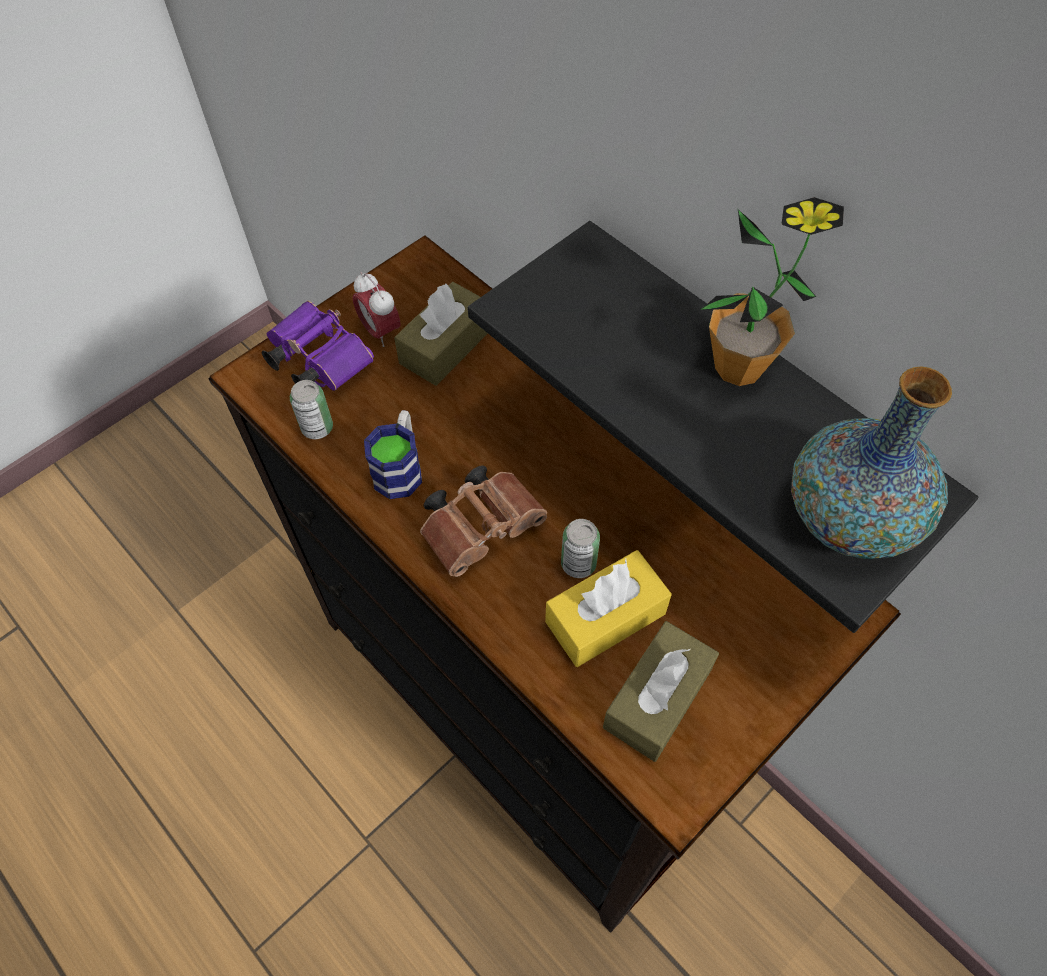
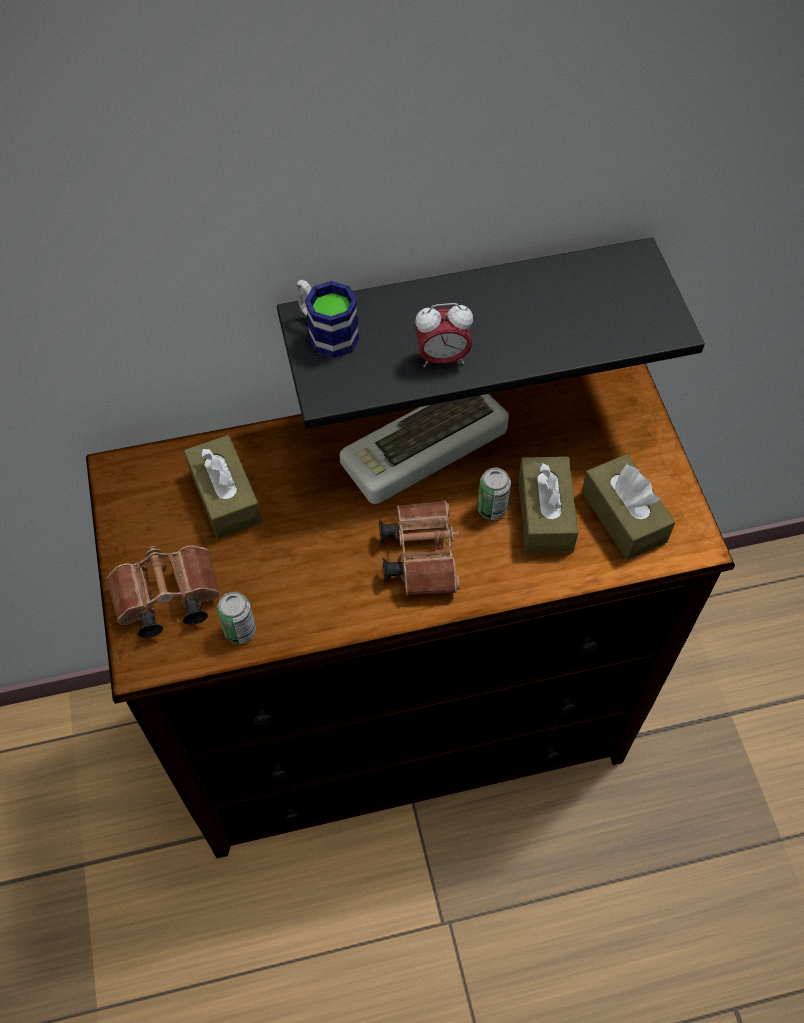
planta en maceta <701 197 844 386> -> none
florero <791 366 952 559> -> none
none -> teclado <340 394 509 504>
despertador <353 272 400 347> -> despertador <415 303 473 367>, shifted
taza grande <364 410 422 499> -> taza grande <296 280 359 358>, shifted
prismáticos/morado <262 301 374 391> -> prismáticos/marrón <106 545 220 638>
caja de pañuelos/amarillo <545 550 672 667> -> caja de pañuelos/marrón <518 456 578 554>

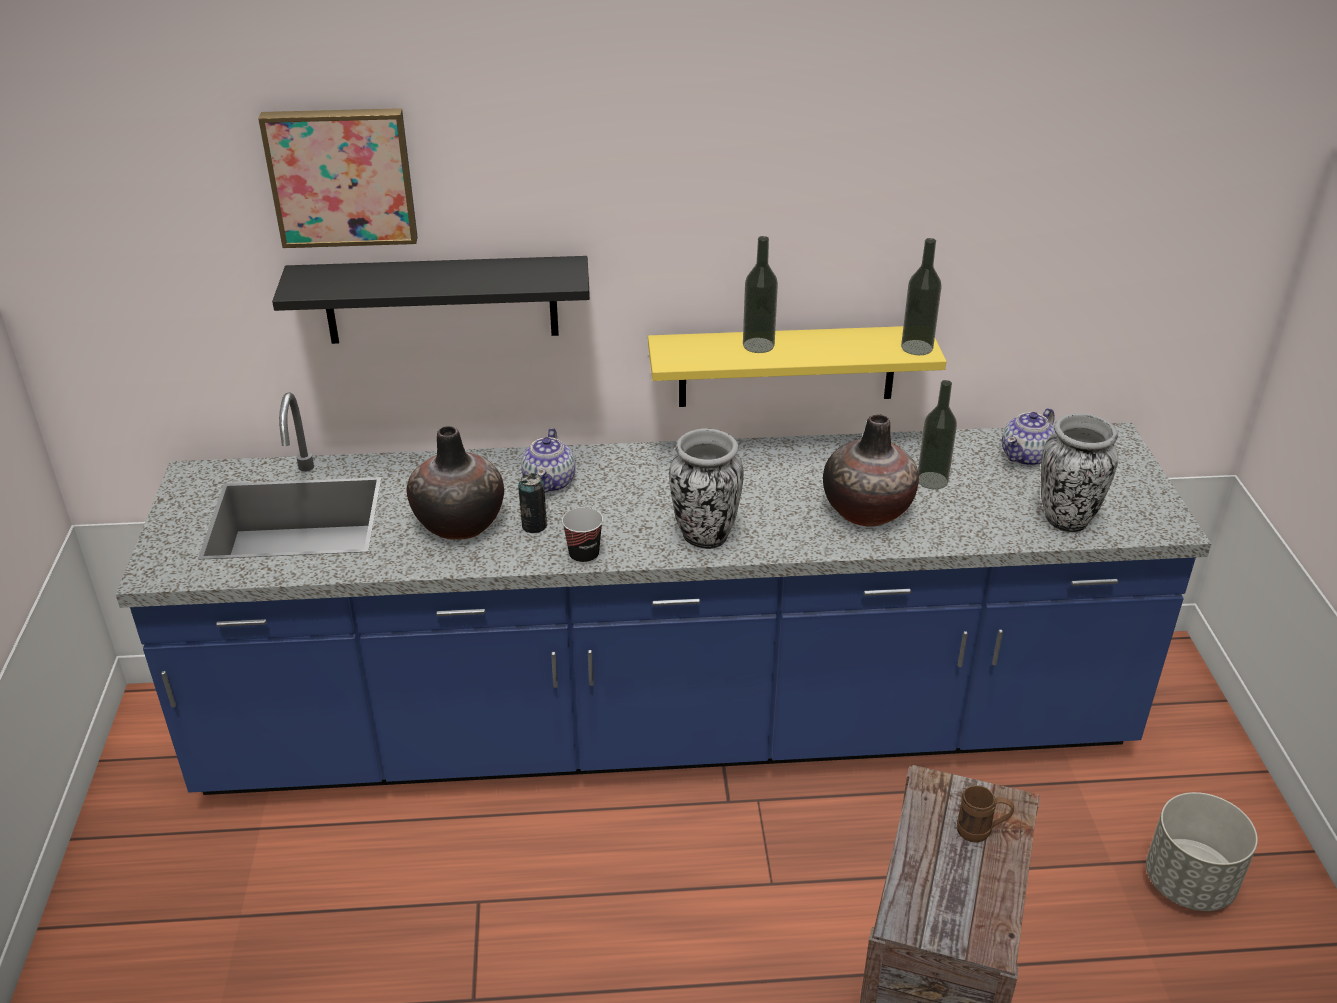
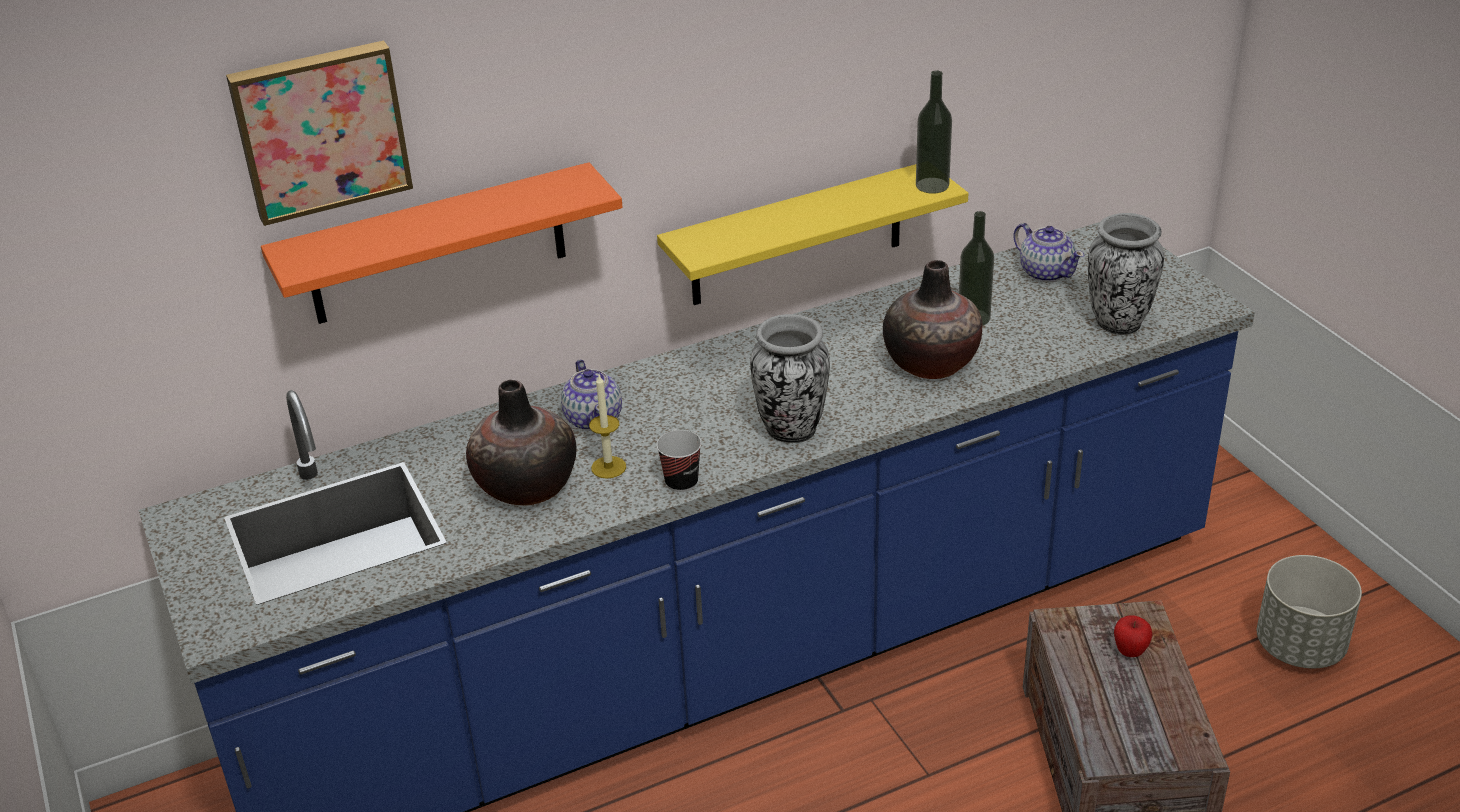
botella <743 236 778 353> -> none
lata <518 473 548 533> -> vela <589 375 626 479>
taza grande/marrón <957 785 1014 843> -> manzana <1114 615 1153 657>
estante/negro <272 256 590 344> -> estante/naranja <261 162 622 324>
tetera <1002 408 1055 466> -> tetera <1013 223 1084 282>, 60 degrees counterclockwise

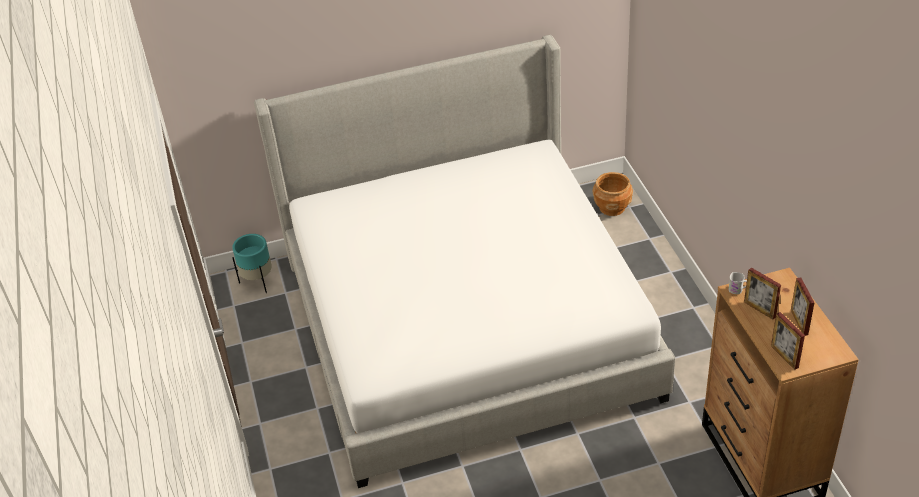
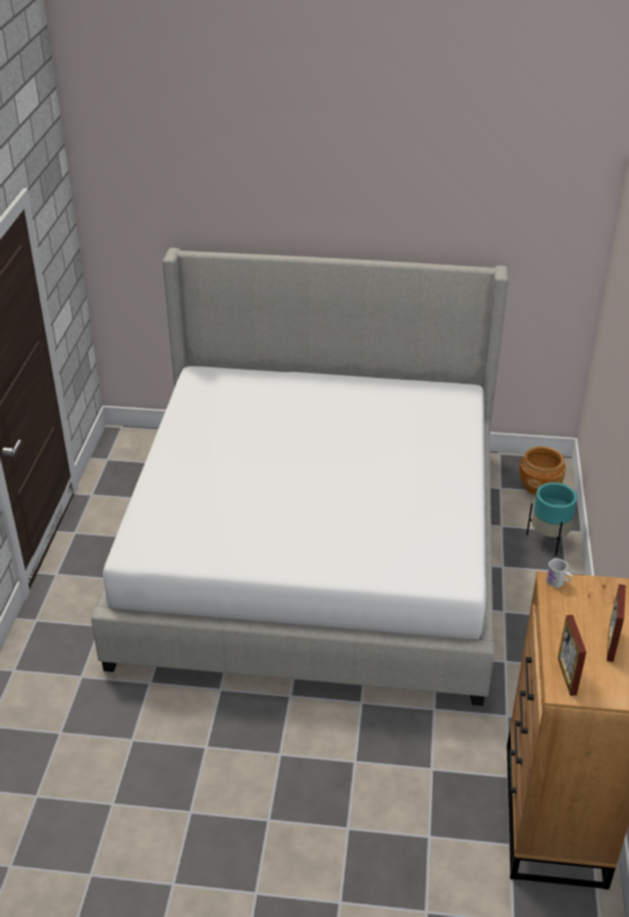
portarretratos <744 267 781 320> -> none
maceta/turquesa <232 234 272 293> -> maceta/turquesa <526 482 577 556>, shifted

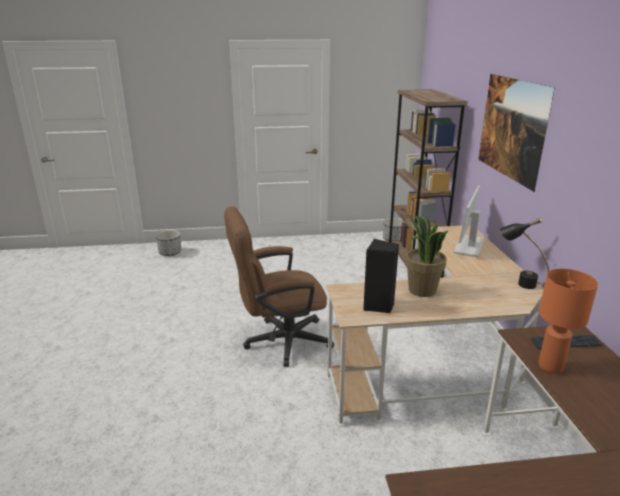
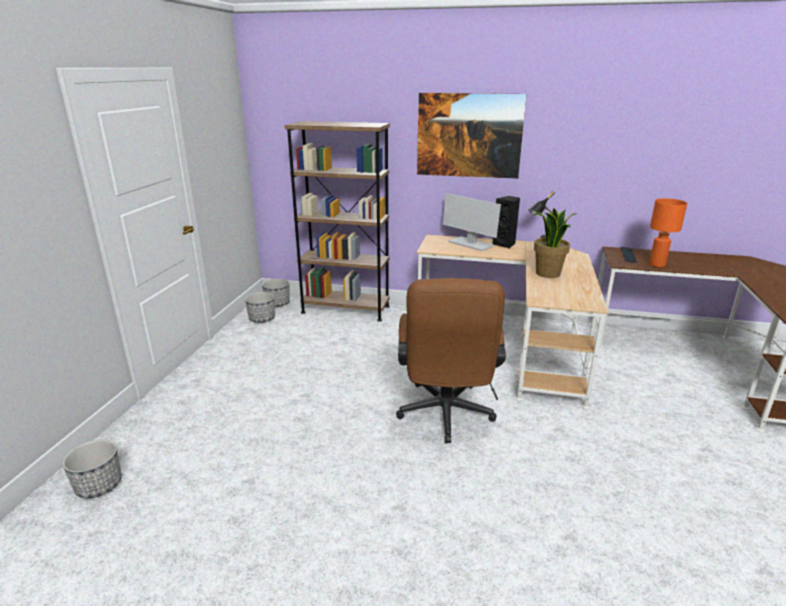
none -> maceta <245 292 275 323>
altavoz/negro <363 239 399 313> -> altavoz/negro <492 196 520 249>, shifted

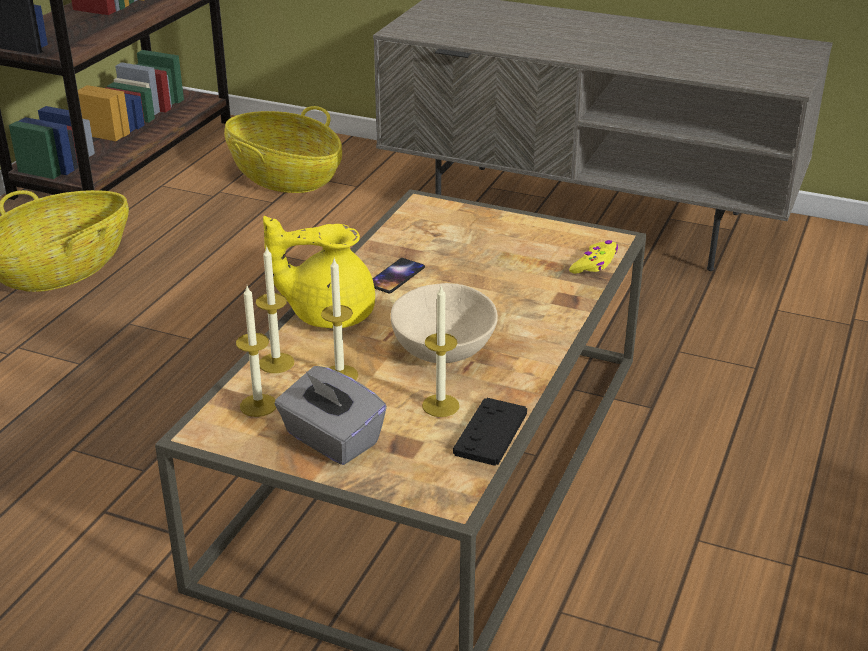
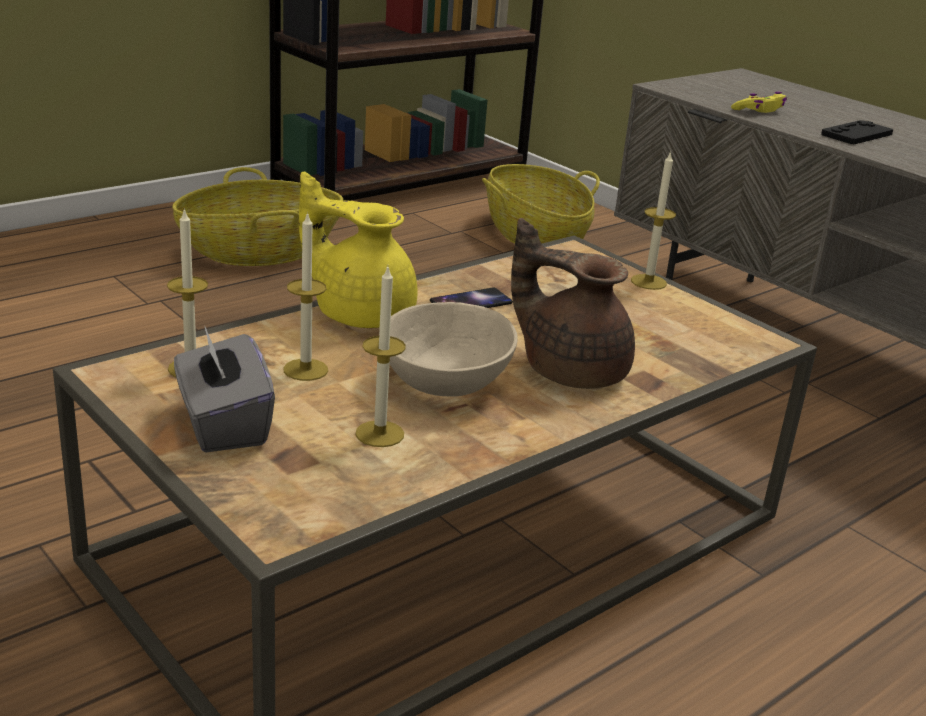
none -> tetera/marrón <511 218 635 389>
vela <256 246 294 373> -> vela <631 151 676 290>, shifted
mando de consola/negro <453 398 527 466> -> mando de consola/negro <821 120 893 144>, shifted
mando de consola/amarillo <569 240 618 274> -> mando de consola/amarillo <731 92 787 113>, shifted

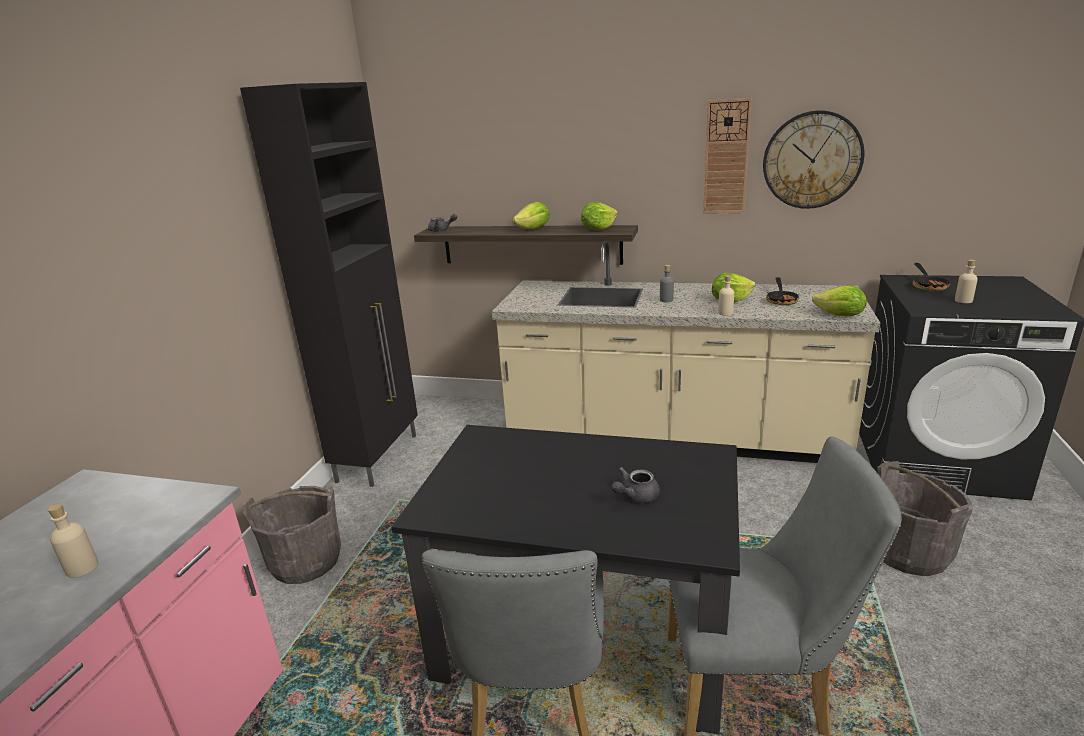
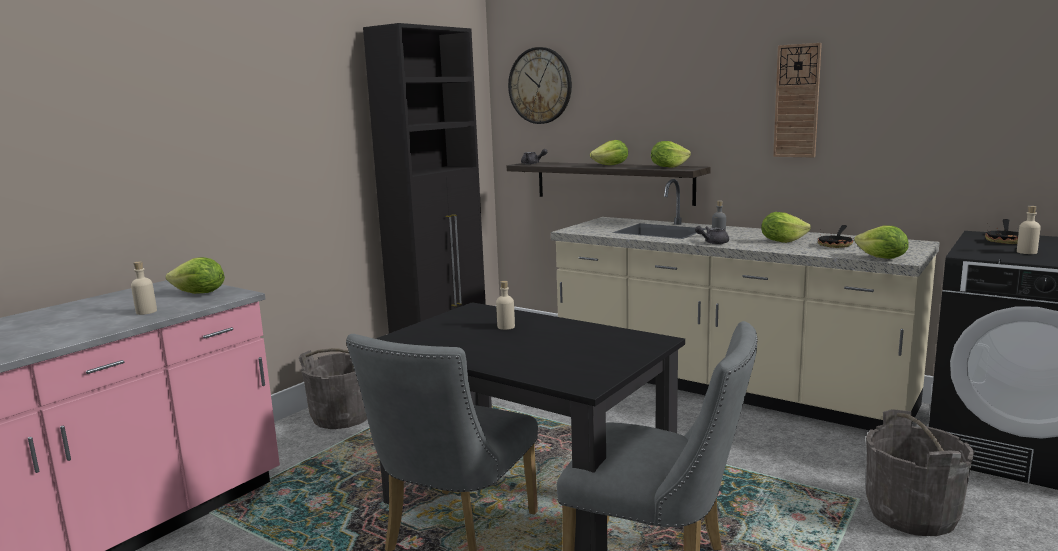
none -> lechuga <166 257 225 294>
tetera/gris <611 467 660 503> -> tetera/gris <695 226 729 244>, shifted
botella/beis <718 275 734 316> -> botella/beis <496 281 515 330>, shifted
reloj de pared <763 110 864 209> -> reloj de pared <508 47 572 124>, shifted

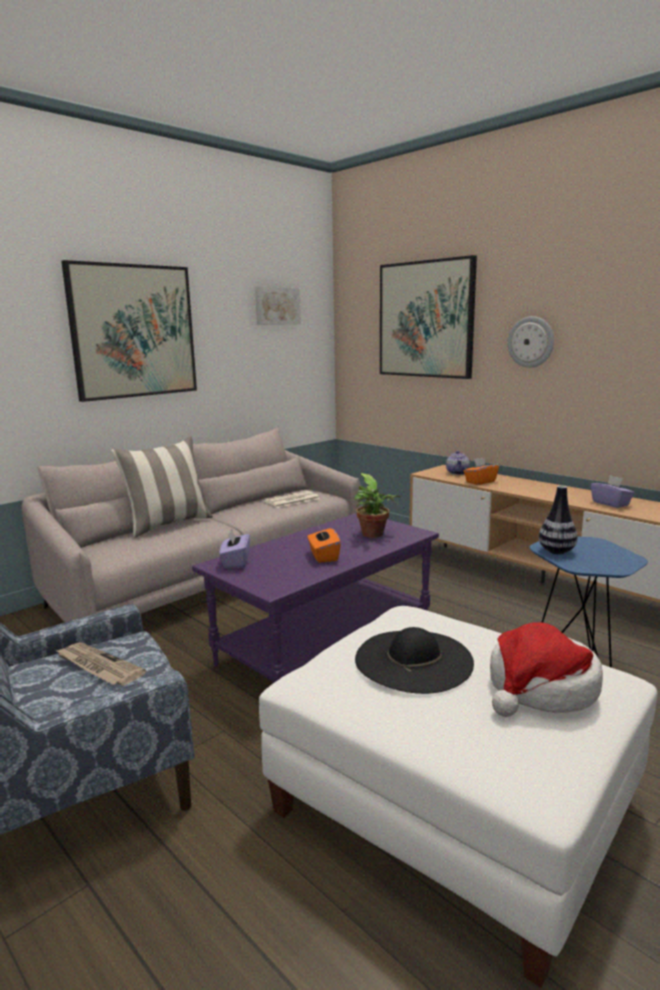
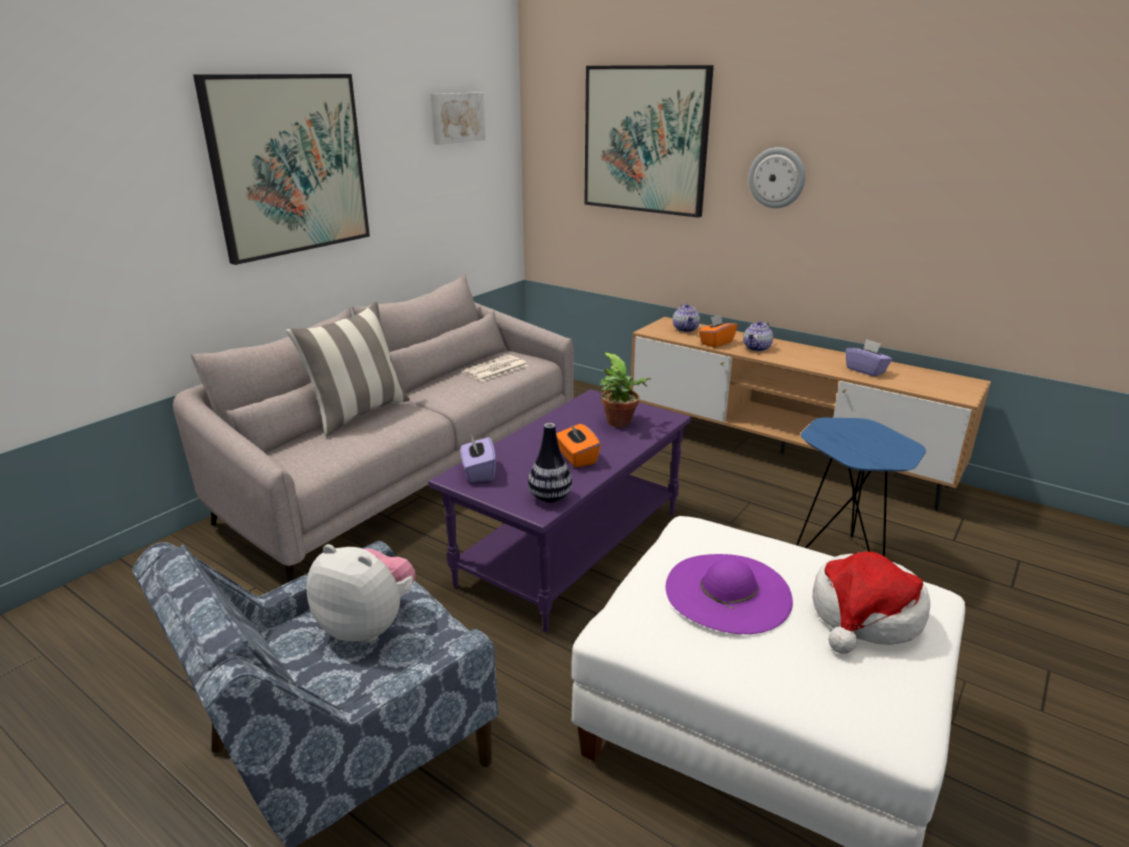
none -> tetera <743 321 773 351>
florero <539 486 578 554> -> florero <528 423 572 503>, shifted
periódico <55 643 146 686> -> peluche <306 544 415 643>
sombrero/negro <355 627 474 694> -> sombrero/morado <666 554 793 634>

